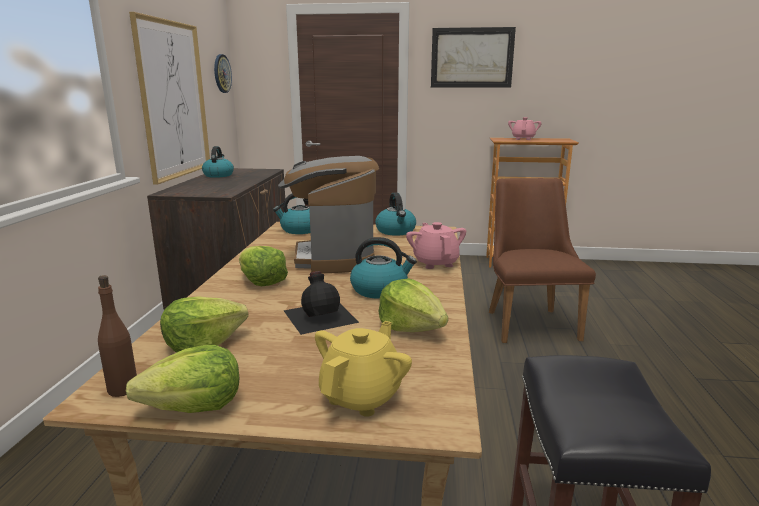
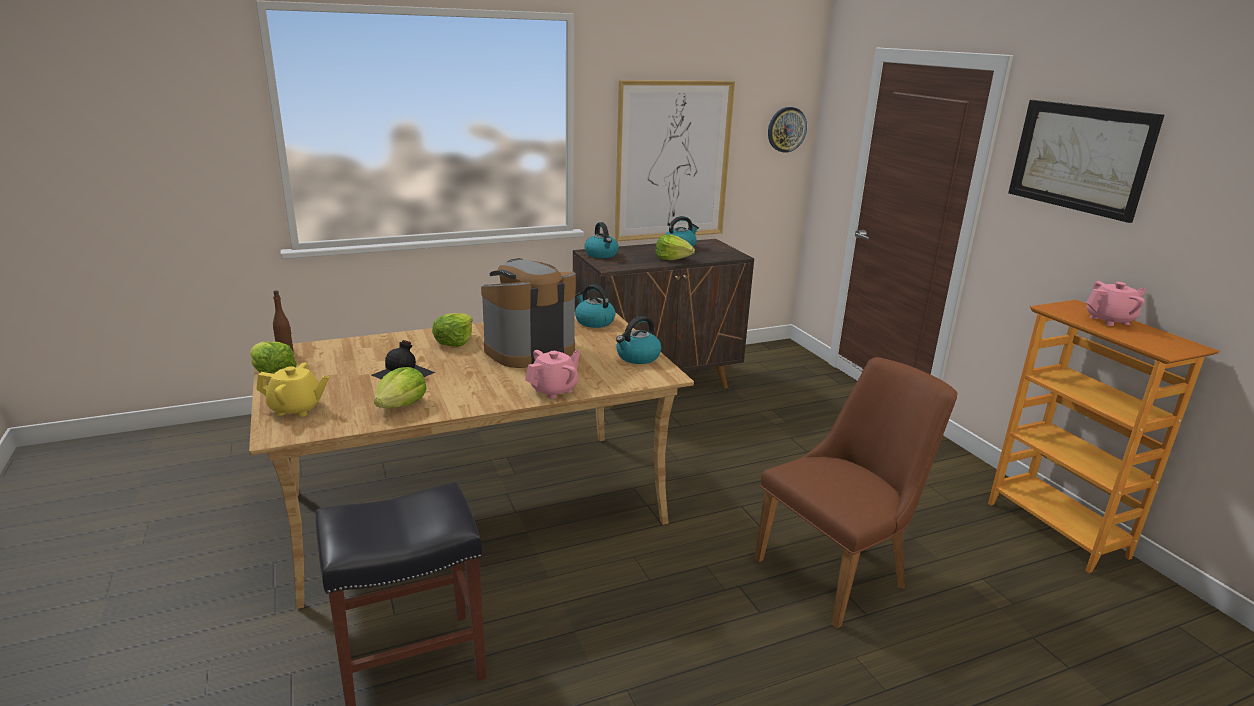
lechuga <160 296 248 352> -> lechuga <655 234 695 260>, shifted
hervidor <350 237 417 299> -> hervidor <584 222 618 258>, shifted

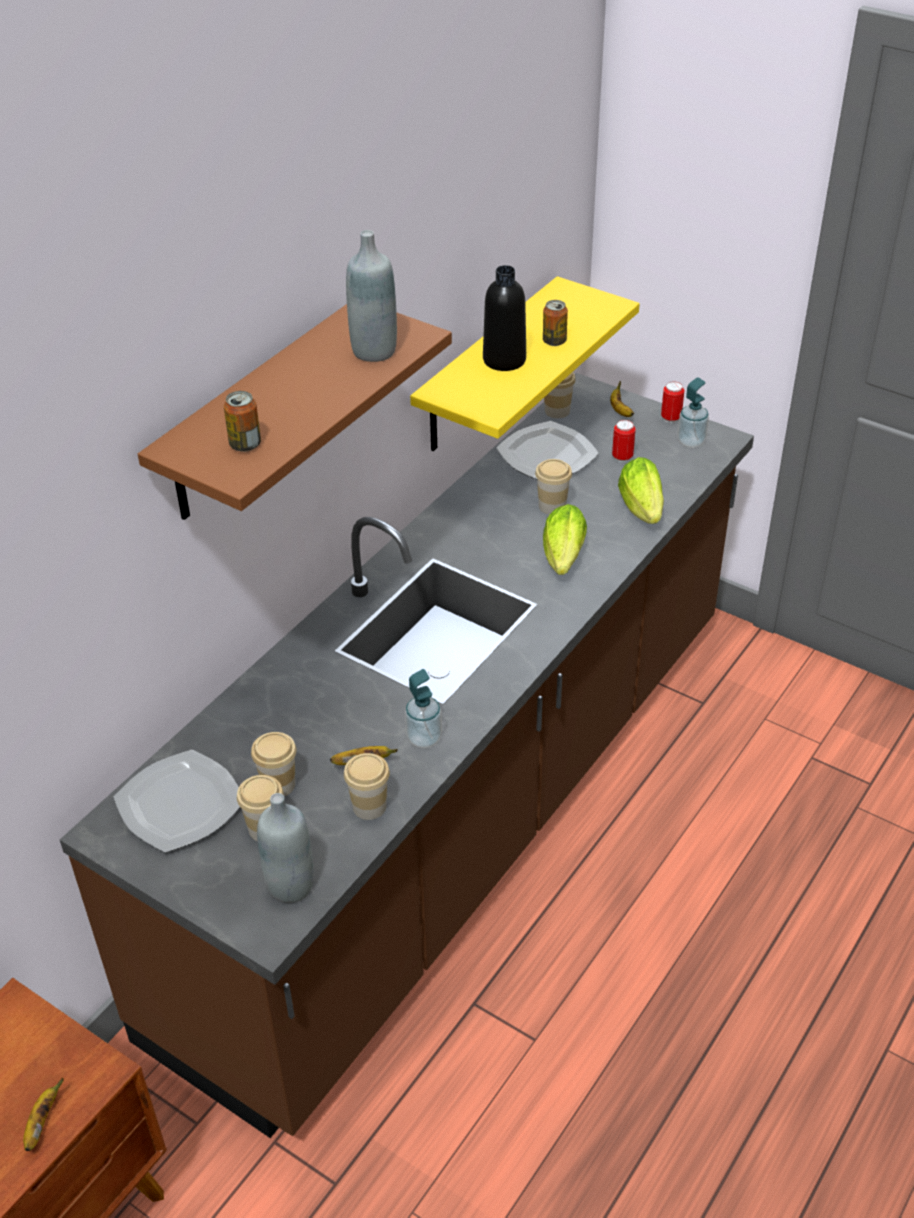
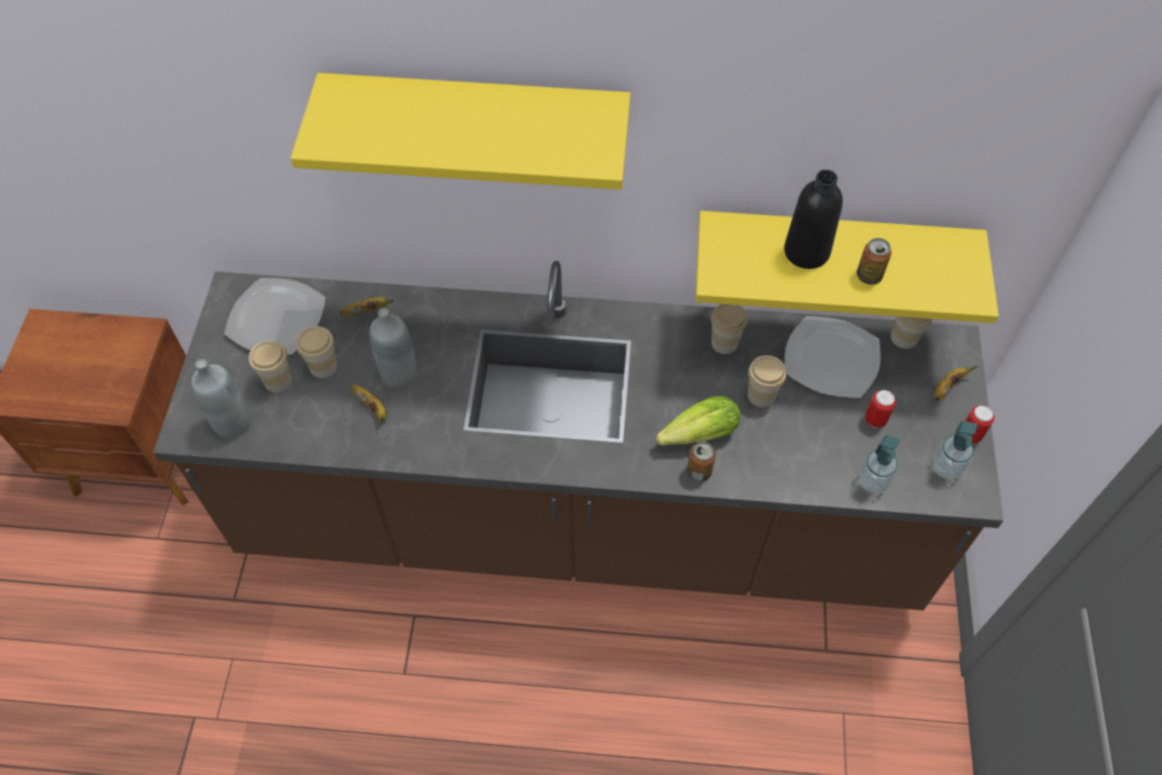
lechuga <618 457 664 524> -> none
plátano <23 1078 64 1151> -> plátano <339 297 394 316>, shifted
lata <224 391 261 452> -> lata <687 442 716 482>, shifted
taza <344 753 390 820> -> taza <711 304 748 354>, shifted
botella/gris <346 230 397 362> -> botella/gris <369 308 417 388>, shifted
dispensador de jabón <405 669 442 748> -> dispensador de jabón <859 435 900 494>, shifted
estante/marrón <138 304 452 520> -> estante/amarillo <291 73 631 190>

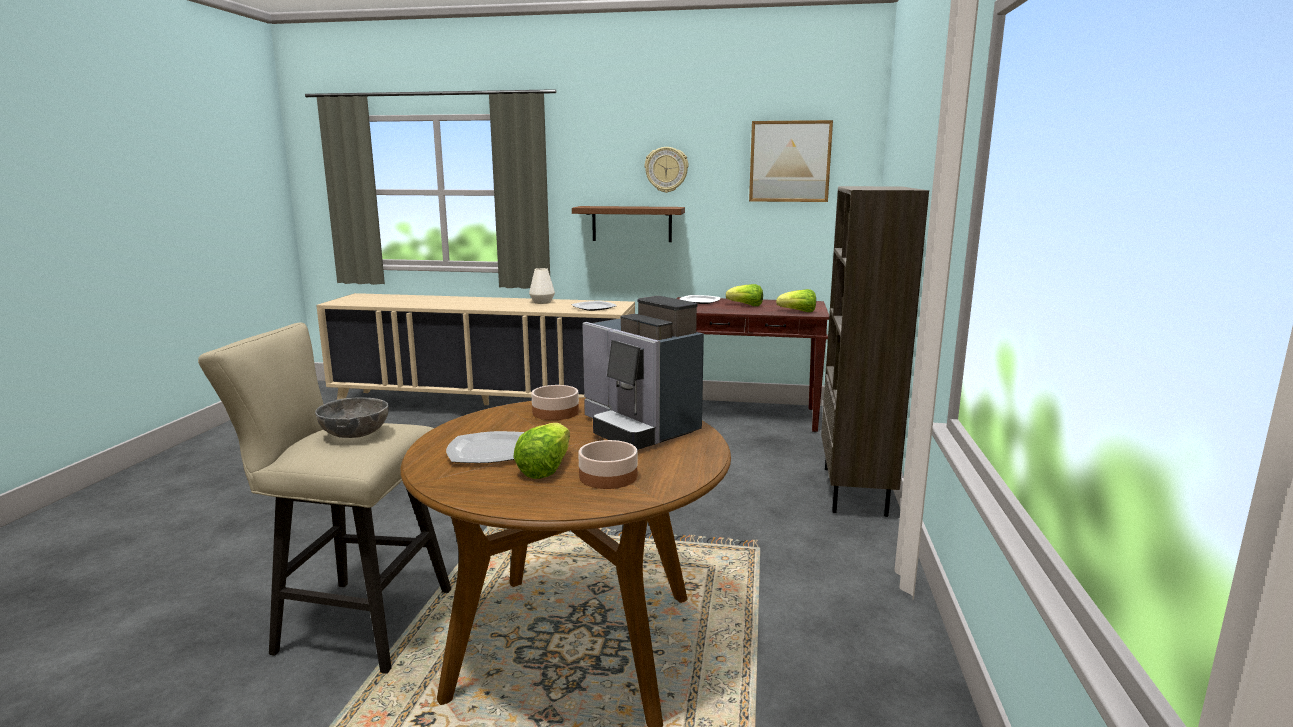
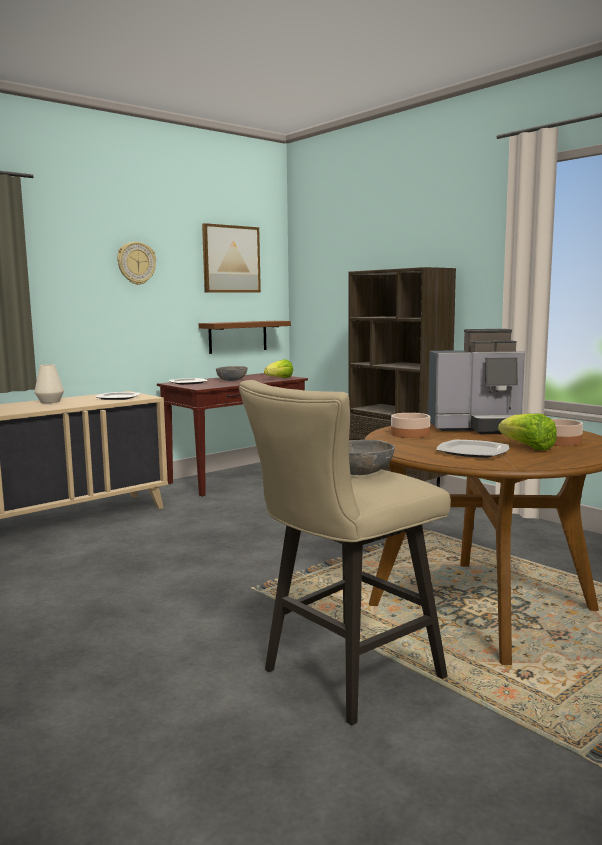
estante/marrón <572 206 685 242> -> estante/marrón <199 321 291 354>, shifted
lechuga <726 284 763 306> -> cuenco/gris <216 366 248 381>

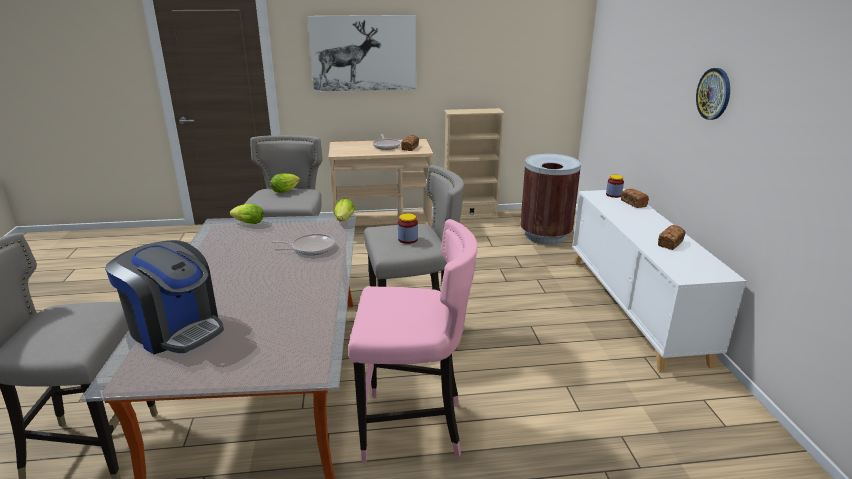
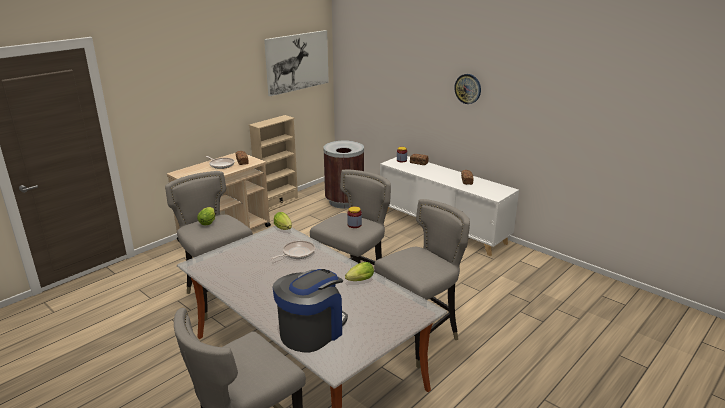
lechuga <230 204 264 224> -> lechuga <345 262 374 281>, shifted
cuadro <308 15 417 92> -> cuadro <264 30 329 96>, shifted
taburete/rosa <348 219 478 462> -> taburete/gris <374 199 470 369>
cafetera <105 240 224 354> -> cafetera <273 269 348 353>, 45 degrees counterclockwise

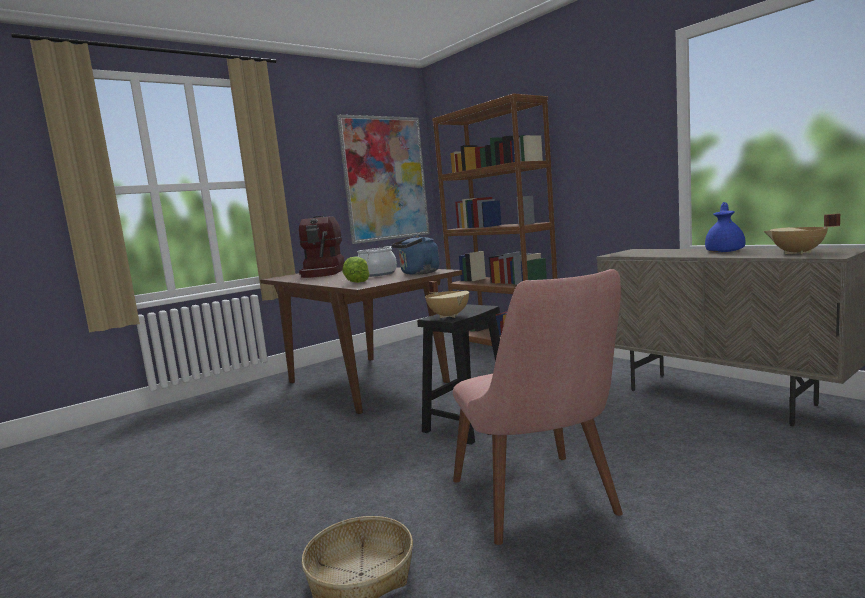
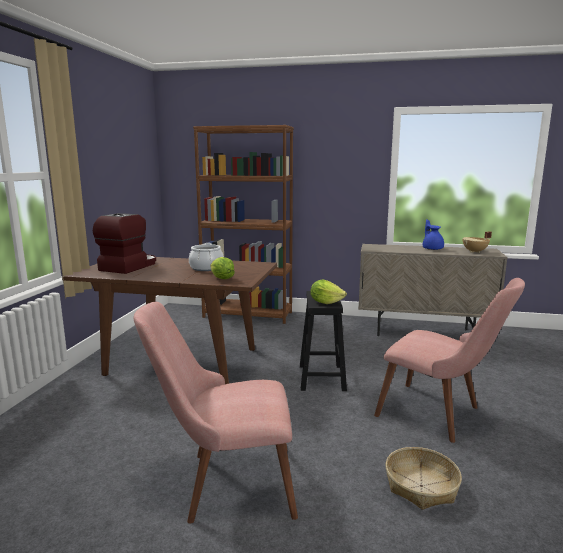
cuadro <337 115 430 244> -> none
hervidor/azul <392 235 439 275> -> none
none -> silla/rosa <134 302 298 523>
olla/beis <425 281 469 318> -> lechuga <310 280 347 304>
cafetera <299 216 344 278> -> cafetera <93 213 156 274>, 120 degrees counterclockwise

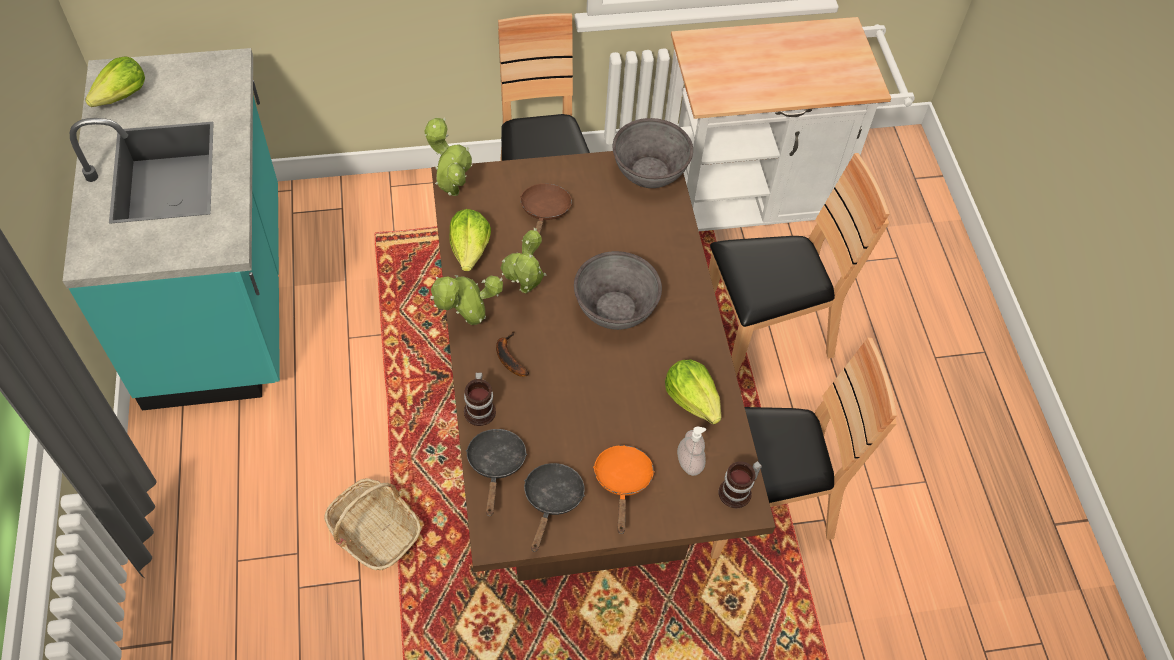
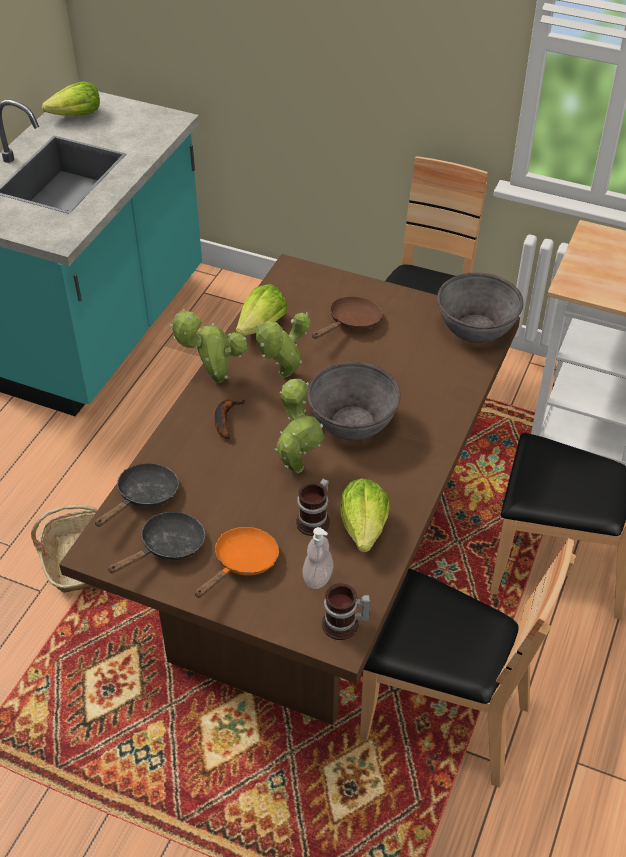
planta en maceta <424 118 472 196> -> planta en maceta <274 379 324 474>, shifted
taza grande <464 372 496 426> -> taza grande <296 479 330 536>, shifted

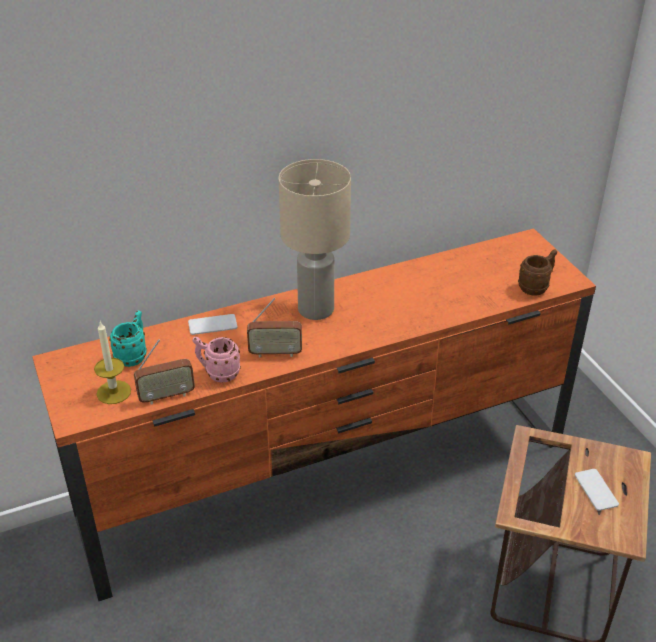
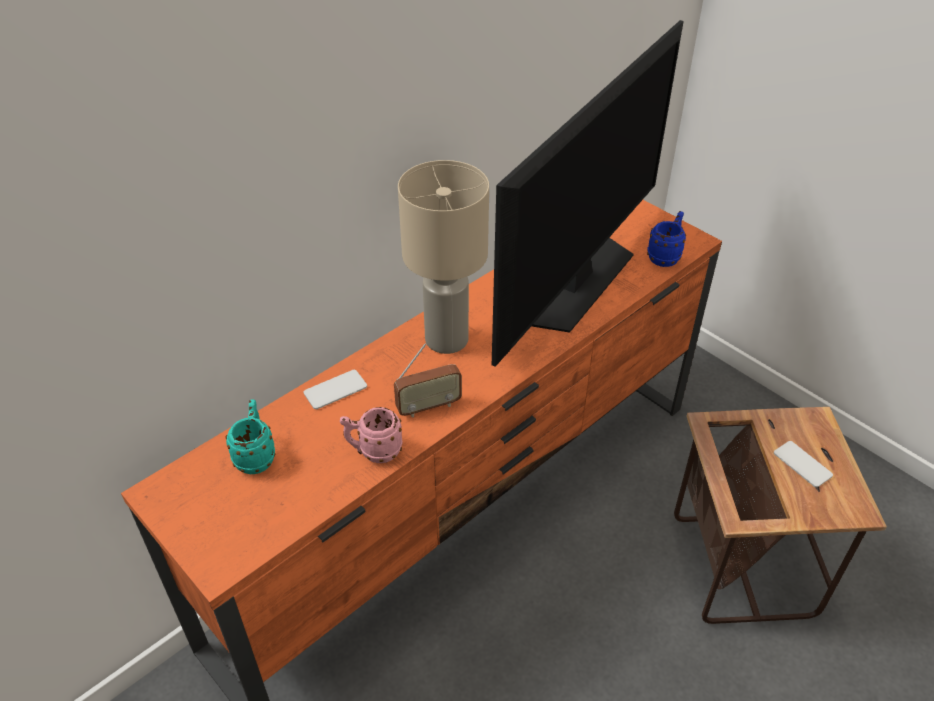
vela <94 321 131 404> -> none
radio <134 339 195 405> -> none
none -> televisor <492 20 684 367>
taza grande/marrón <518 249 557 296> -> taza grande/azul <647 211 686 267>

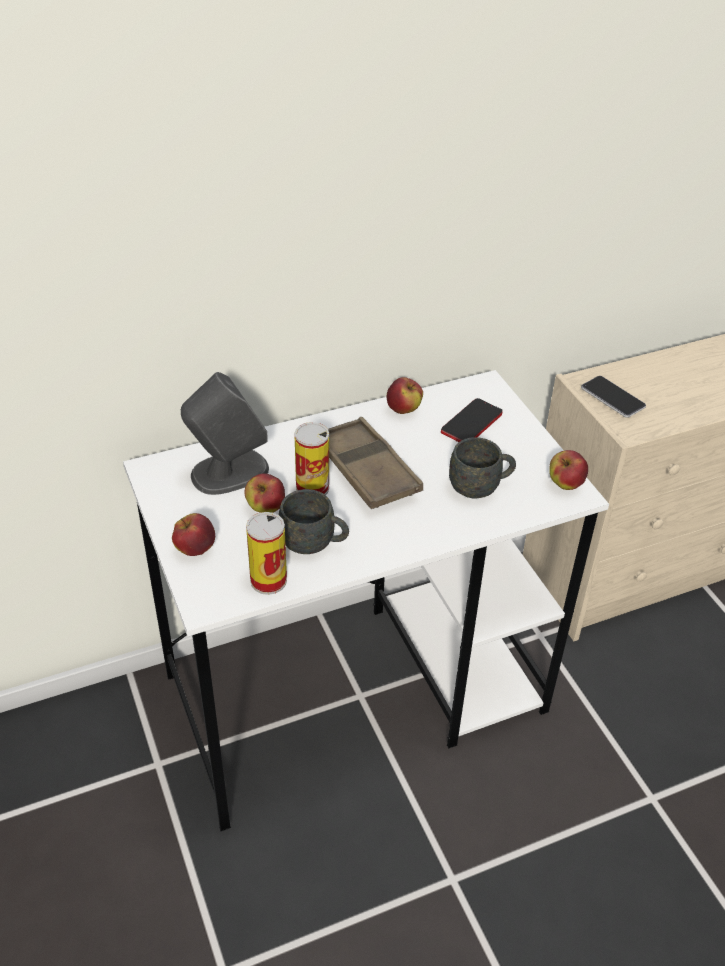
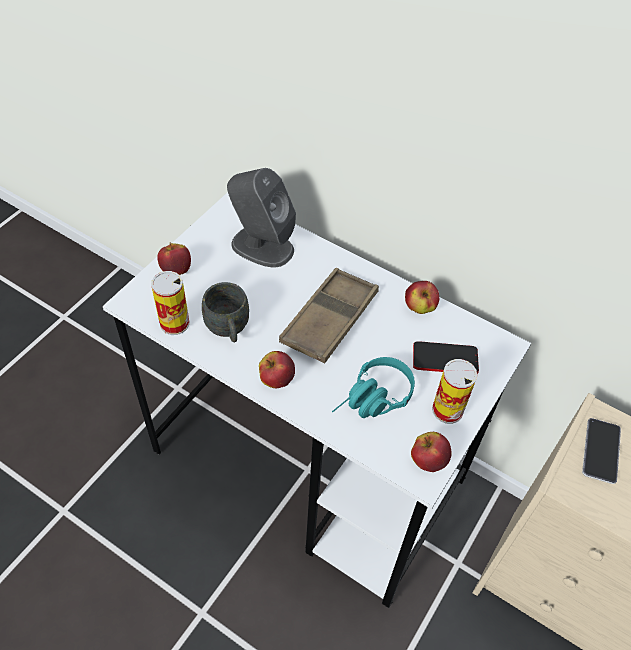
manzana <244 473 285 513> -> manzana <259 351 295 388>, shifted
lata <294 422 329 495> -> lata <432 359 477 424>, shifted
taza grande/gris <449 437 516 499> -> auriculares/turquesa <332 357 415 418>

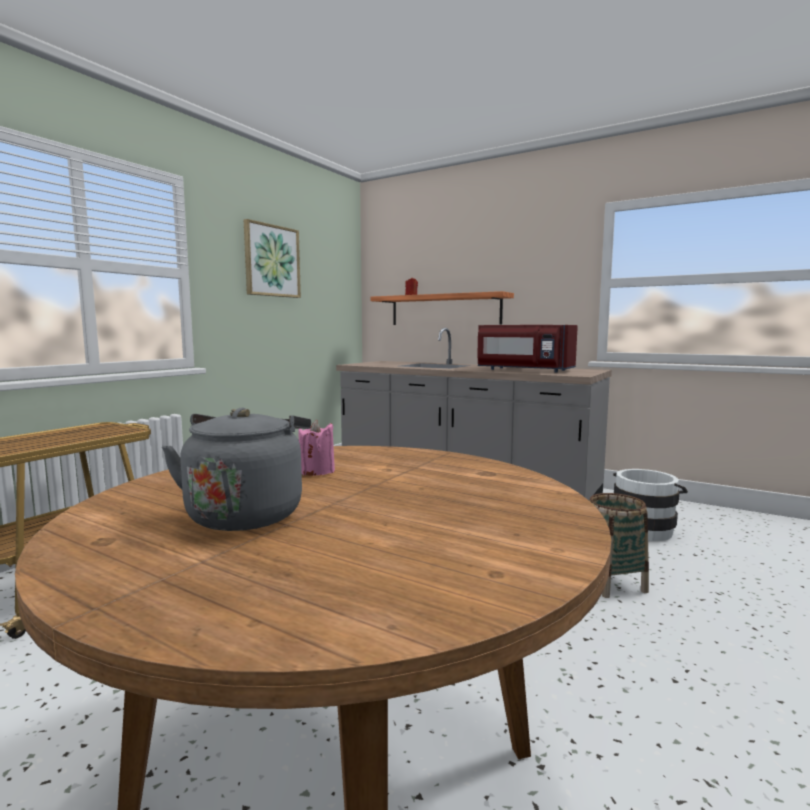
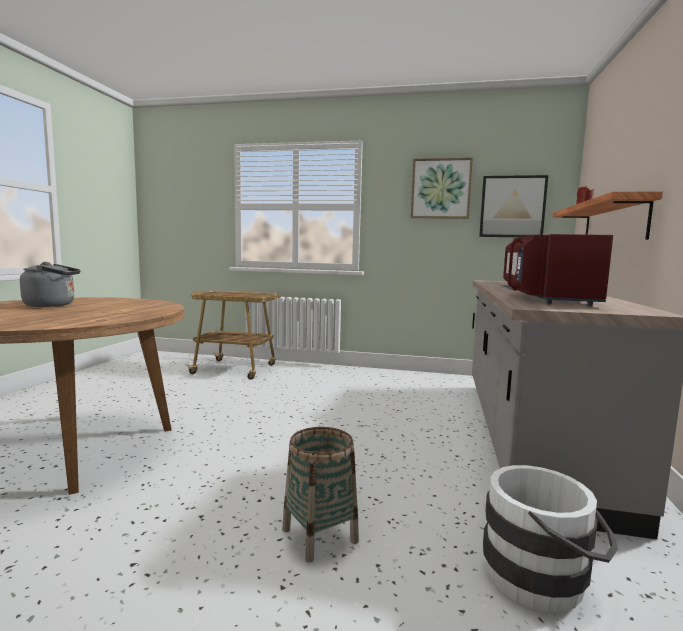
vela/rosa <298 420 335 475> -> none
none -> cuadro <479 175 548 237>

